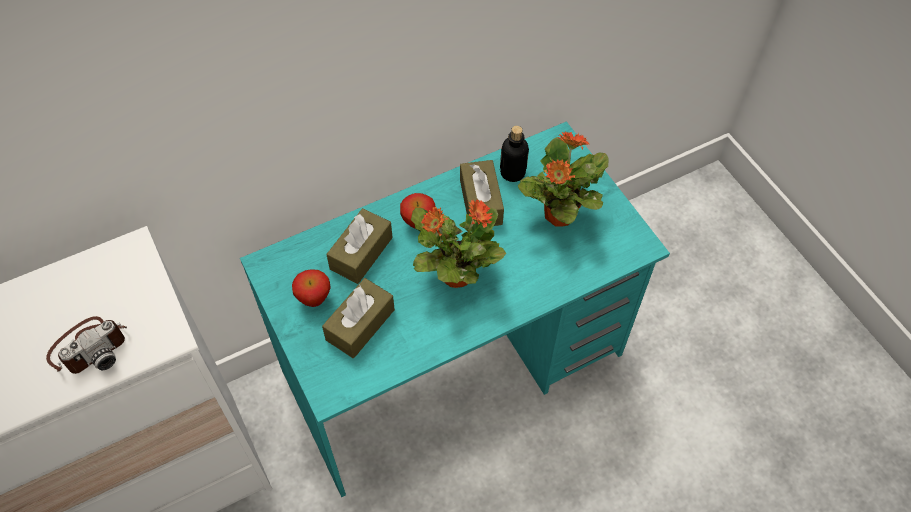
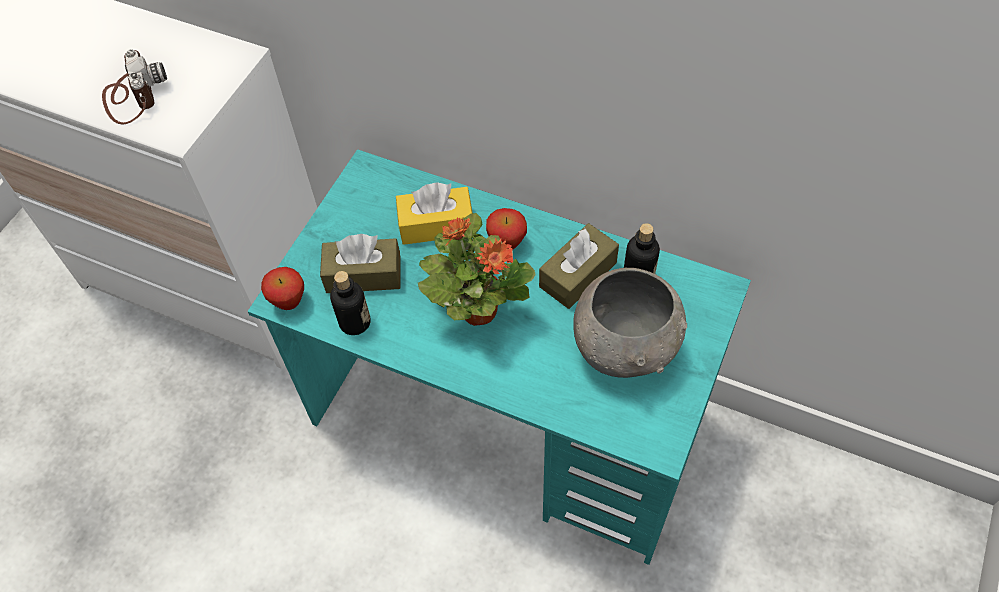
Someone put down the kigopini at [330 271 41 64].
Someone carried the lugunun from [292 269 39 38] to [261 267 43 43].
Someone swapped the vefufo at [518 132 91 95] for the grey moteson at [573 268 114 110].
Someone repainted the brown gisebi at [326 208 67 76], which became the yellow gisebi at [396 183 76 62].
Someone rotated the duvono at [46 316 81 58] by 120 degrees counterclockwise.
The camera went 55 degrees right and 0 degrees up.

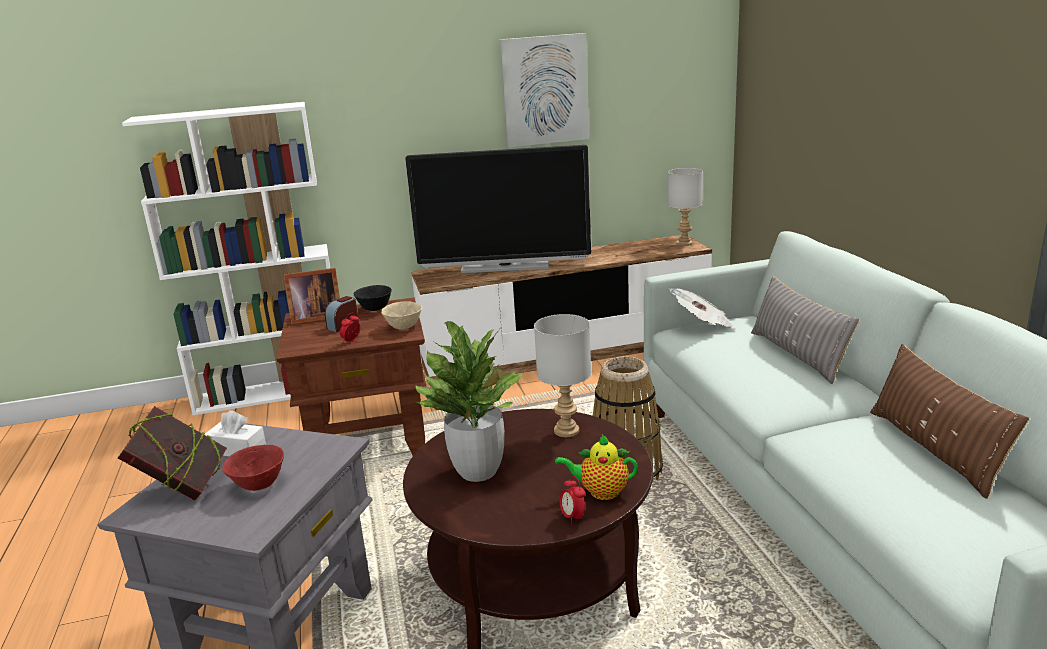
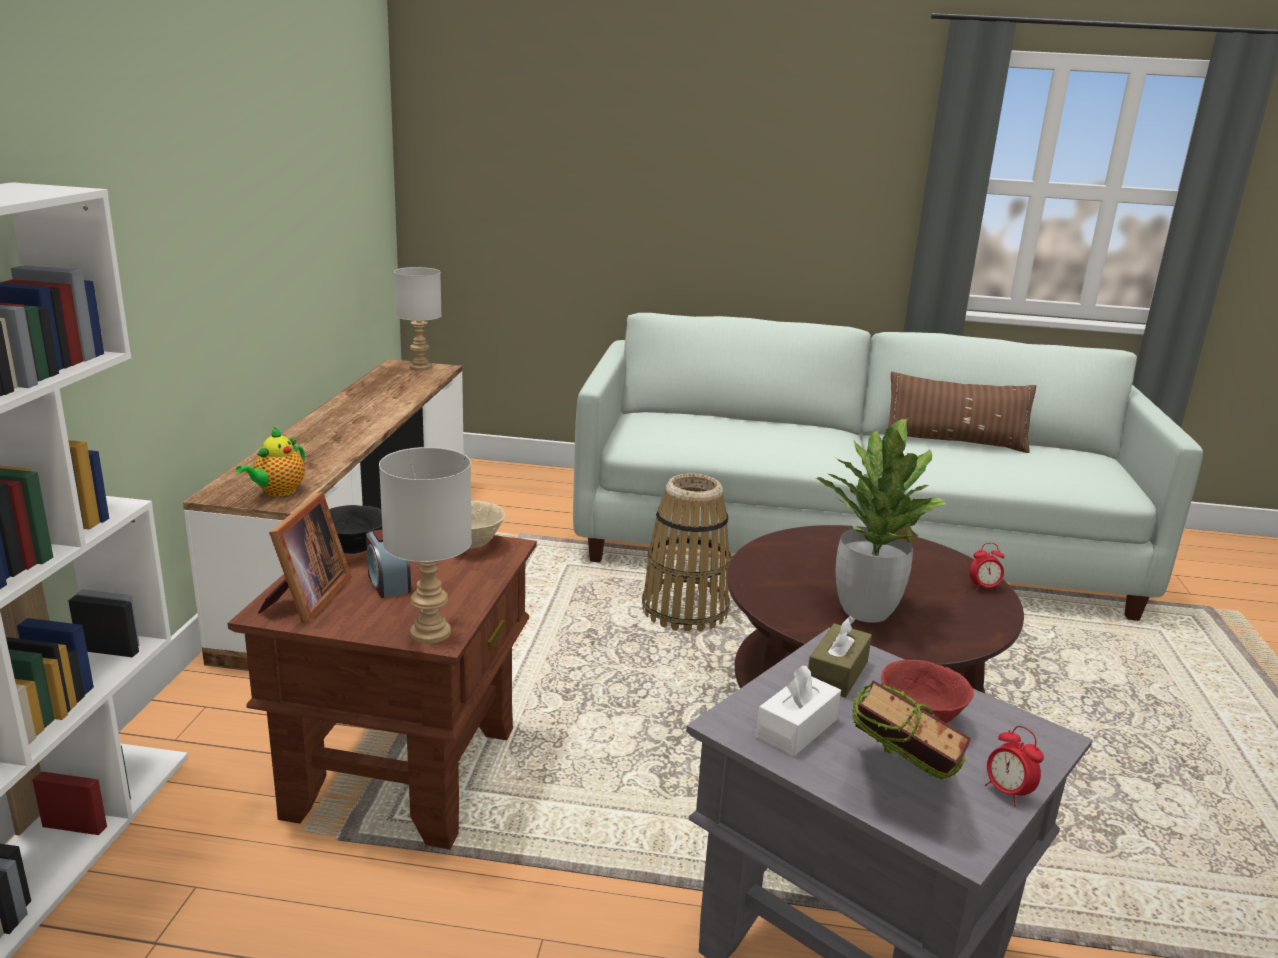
Someone took away the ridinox at [405 145 186 129].
Someone took away the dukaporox at [499 33 90 114].
Someone took away the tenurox at [669 288 66 41].
Someone took away the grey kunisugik at [751 276 108 108].
Someone put down the brown gisebi at [808 616 64 82].
Someone carried the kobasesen from [340 313 20 31] to [985 726 59 80].
Someone carried the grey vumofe from [534 314 57 123] to [379 447 93 197].
Someone carried the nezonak from [555 435 83 65] to [236 427 69 70].
The camera went 70 degrees left and 0 degrees up.

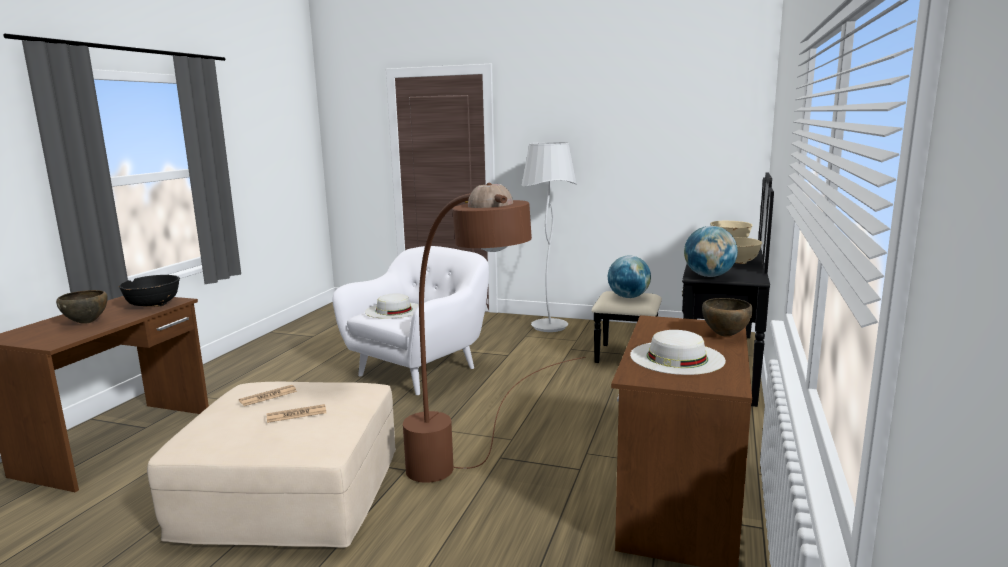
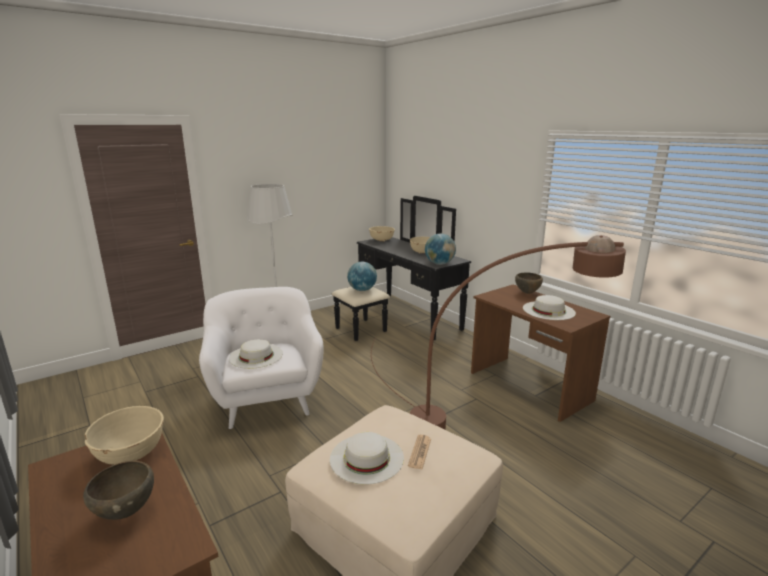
Someone swapped the tenurox at [239 385 58 21] for the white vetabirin at [330 432 74 53].
Someone repainted the black moteson at [119 275 61 32], which became the beige moteson at [85 406 79 59].
The camera went 55 degrees left and 5 degrees up.

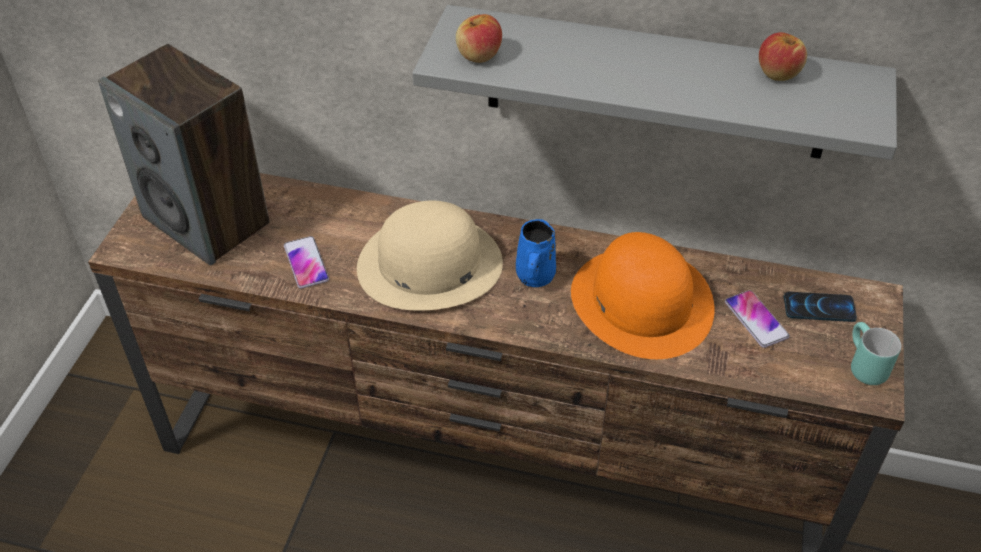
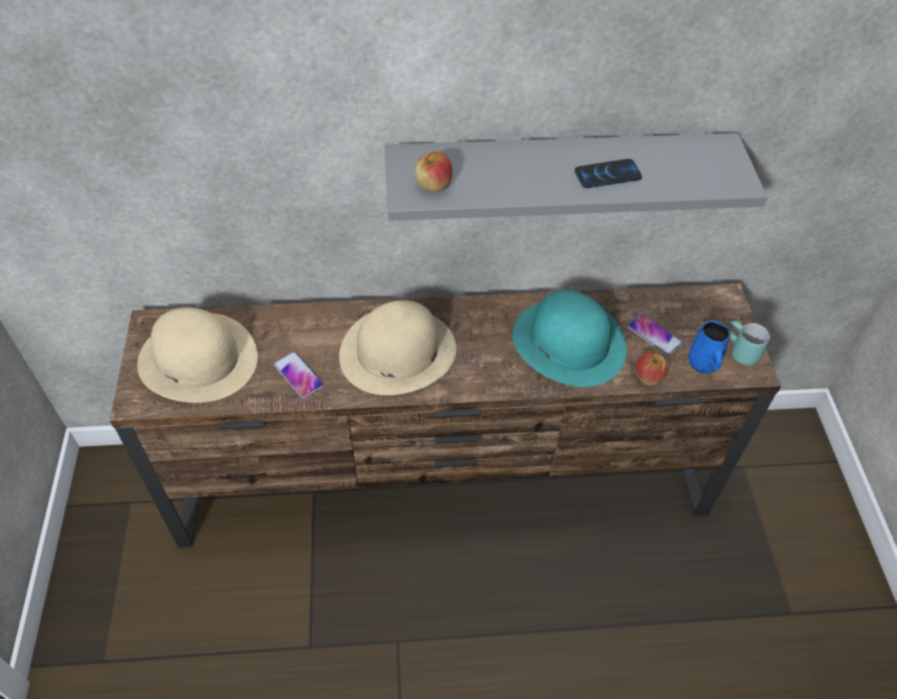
Someone carried the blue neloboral from [516 219 40 68] to [688 320 42 54].
Someone carried the lugunun from [759 32 48 49] to [635 352 34 33].
Someone carried the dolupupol from [784 292 73 30] to [575 159 67 29].
Someone swapped the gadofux at [98 44 172 222] for the beige vetabirin at [137 307 121 96].
Someone repainted the orange vetabirin at [571 232 144 127], which became the turquoise vetabirin at [513 290 114 97].
The camera went 20 degrees left and 5 degrees up.

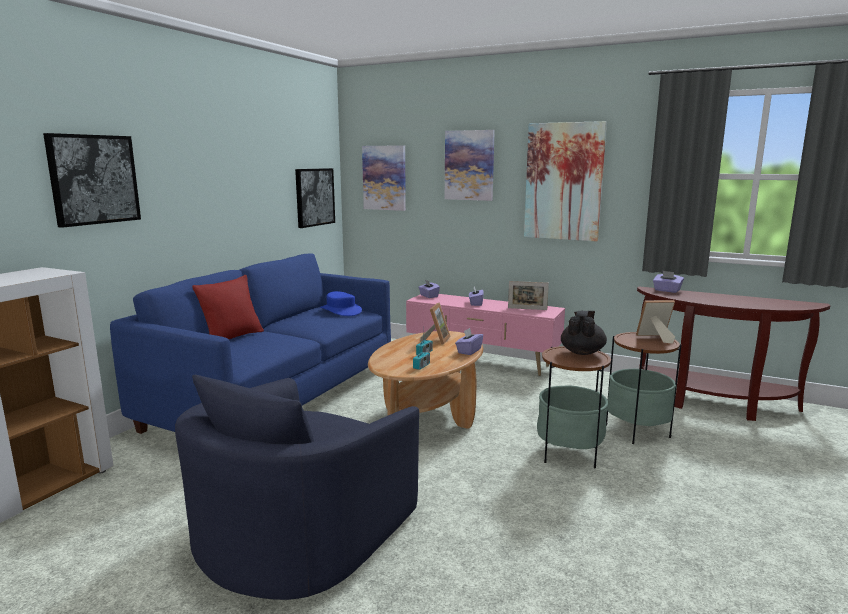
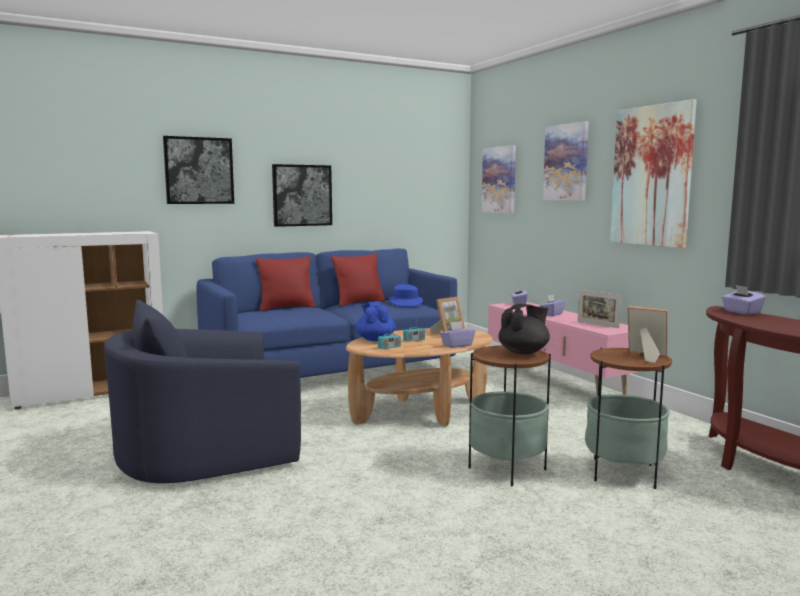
Someone put down the red kunisugik at [331 253 55 53].
Someone put down the blue nezonak at [356 301 40 40].
Someone carried the dukaporox from [295 168 40 60] to [272 164 60 63].
The camera went 35 degrees right and 5 degrees down.

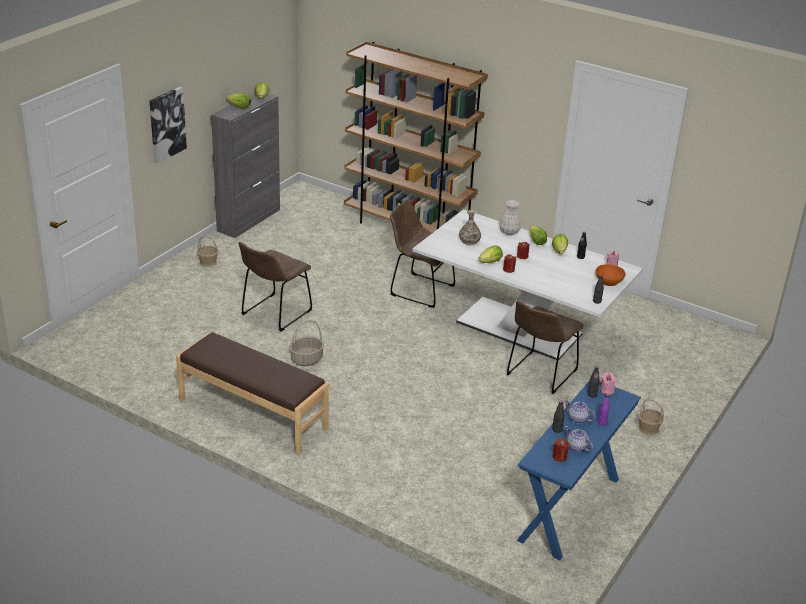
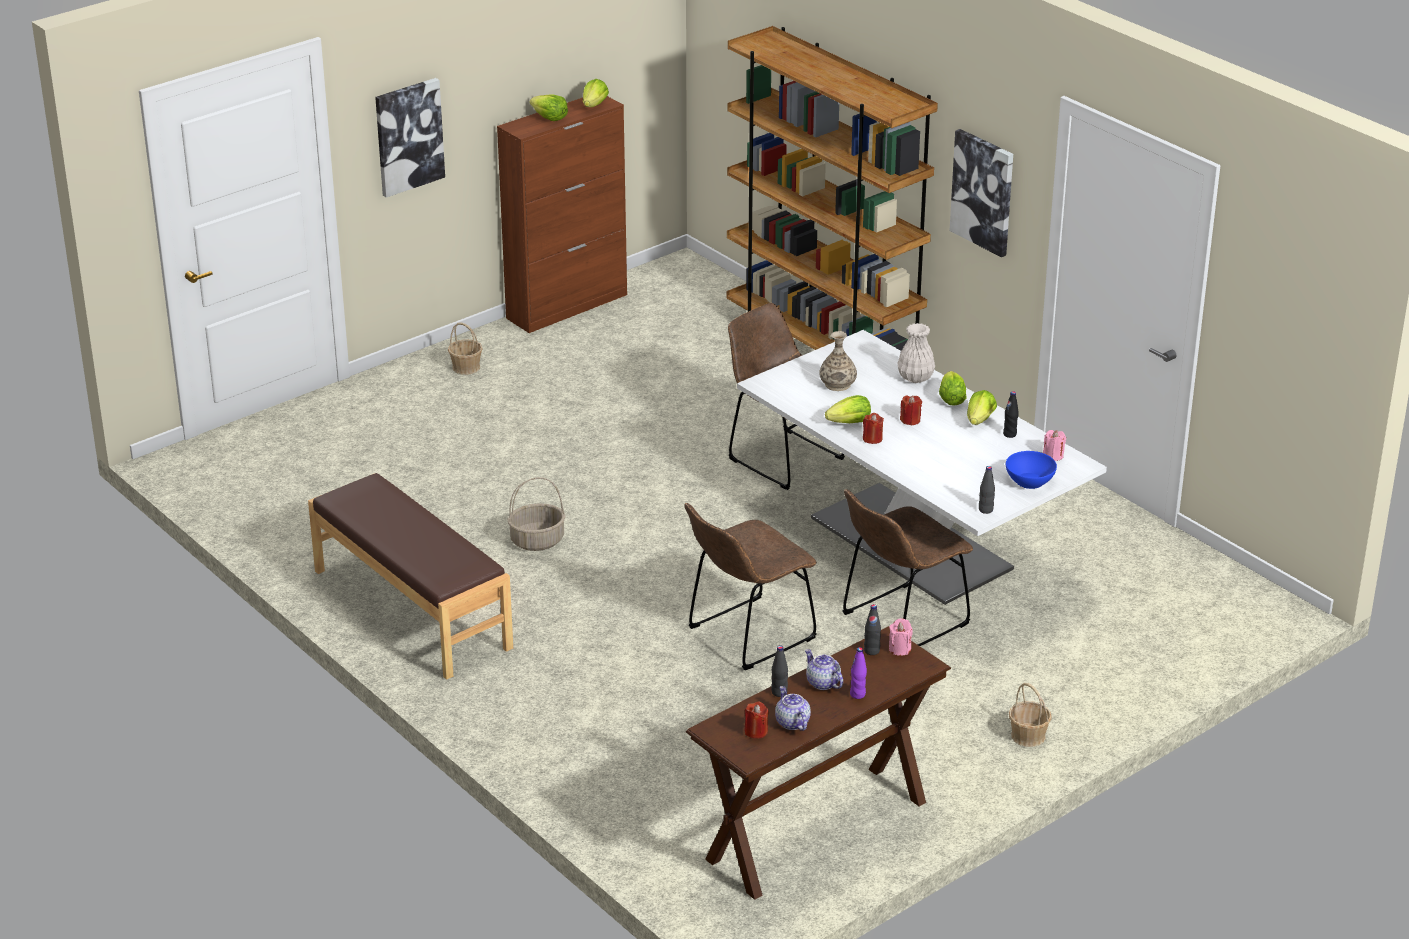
Someone put up the dukaporox at [950 129 63 128].
Someone carried the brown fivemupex from [238 242 74 89] to [684 503 133 167].
Someone repainted the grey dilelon at [211 93 69 145], which became the brown dilelon at [497 96 130 237].
Someone repainted the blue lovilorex at [517 380 124 180], which became the brown lovilorex at [686 626 265 274].
Someone repainted the orange moteson at [596 264 30 22], which became the blue moteson at [1006 451 51 38].
The camera went 20 degrees right and 0 degrees up.

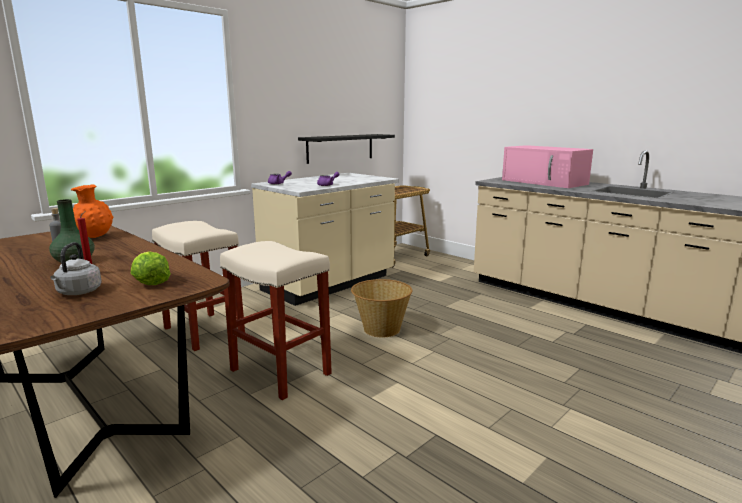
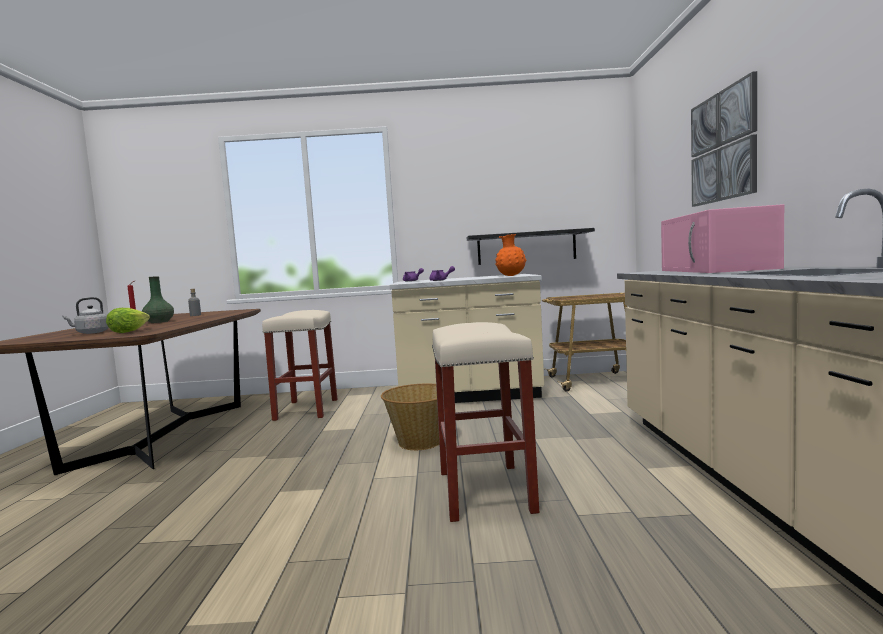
Someone put up the dukaporox at [691 71 66 136].
Someone carried the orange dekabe from [71 185 42 53] to [495 234 31 42].
Someone carried the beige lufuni from [220 241 112 159] to [432 322 107 200].
The camera went 45 degrees right and 10 degrees down.

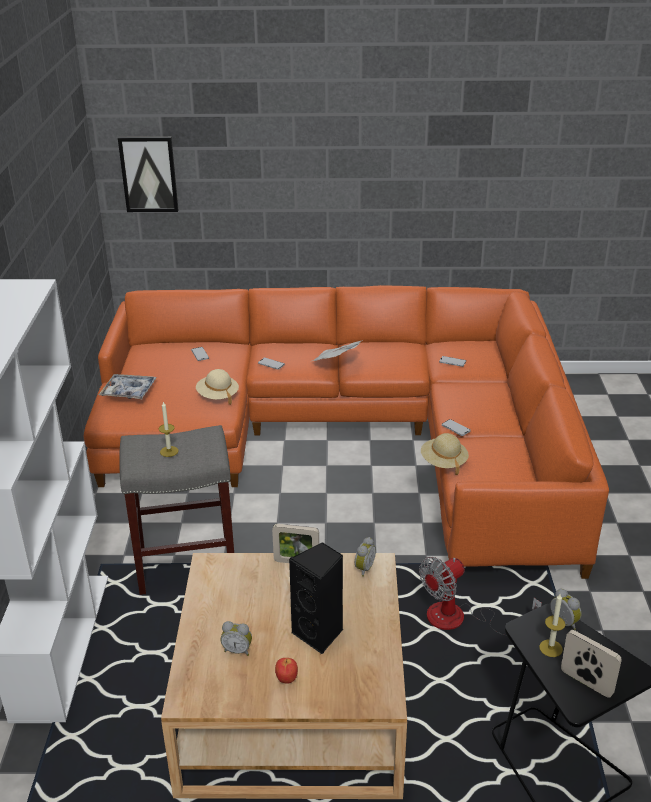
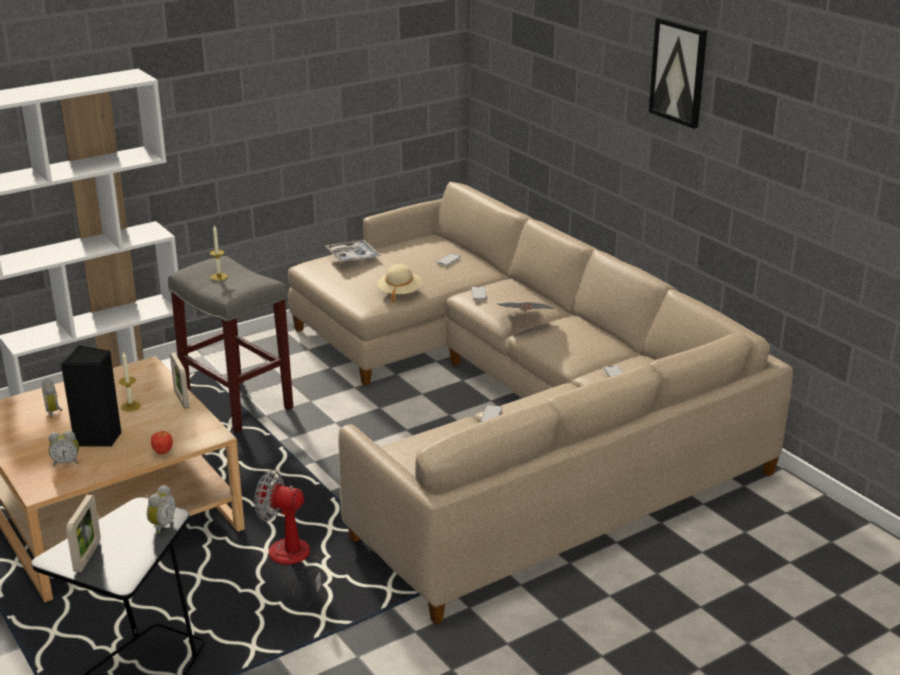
Someone took away the beige vetabirin at [421 433 48 42].
Someone carried the dukaporox from [118 136 60 76] to [649 17 58 112].
Someone carried the lugunun from [275 658 23 26] to [151 431 22 23].
Someone carried the kobasesen from [355 537 21 40] to [49 431 30 35].
Someone carried the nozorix from [539 594 26 63] to [119 351 22 61].
Someone repainted the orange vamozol at [84 285 525 294], which became the beige vamozol at [288 182 505 443].
The camera went 55 degrees right and 5 degrees down.

